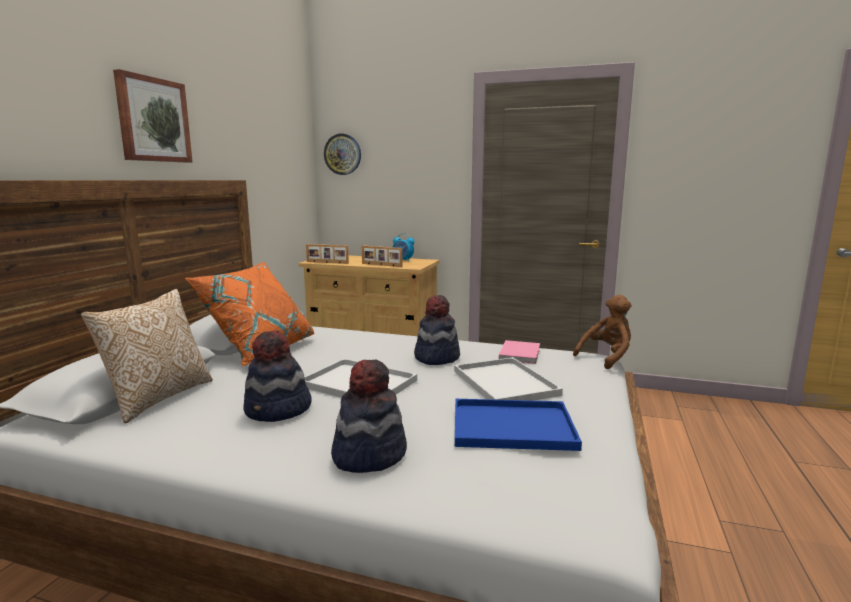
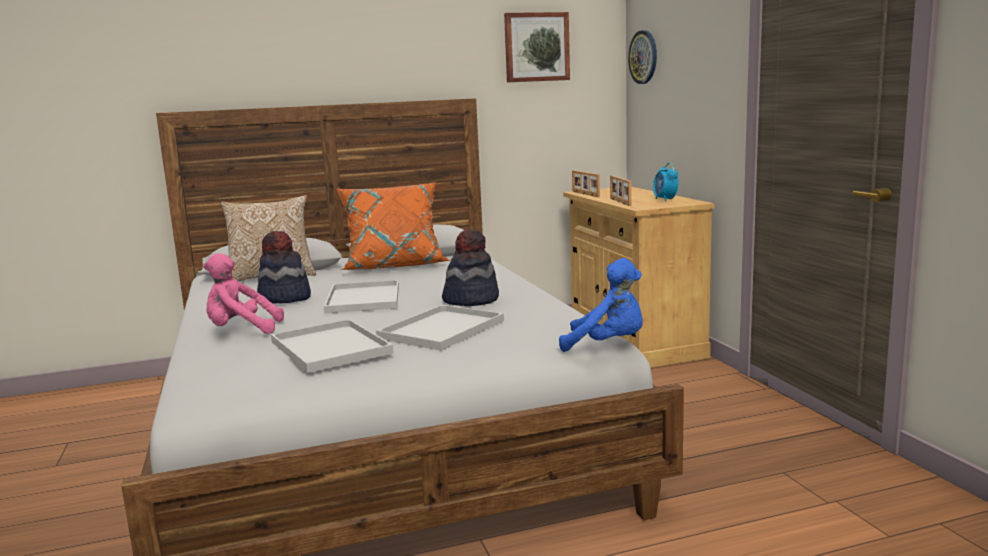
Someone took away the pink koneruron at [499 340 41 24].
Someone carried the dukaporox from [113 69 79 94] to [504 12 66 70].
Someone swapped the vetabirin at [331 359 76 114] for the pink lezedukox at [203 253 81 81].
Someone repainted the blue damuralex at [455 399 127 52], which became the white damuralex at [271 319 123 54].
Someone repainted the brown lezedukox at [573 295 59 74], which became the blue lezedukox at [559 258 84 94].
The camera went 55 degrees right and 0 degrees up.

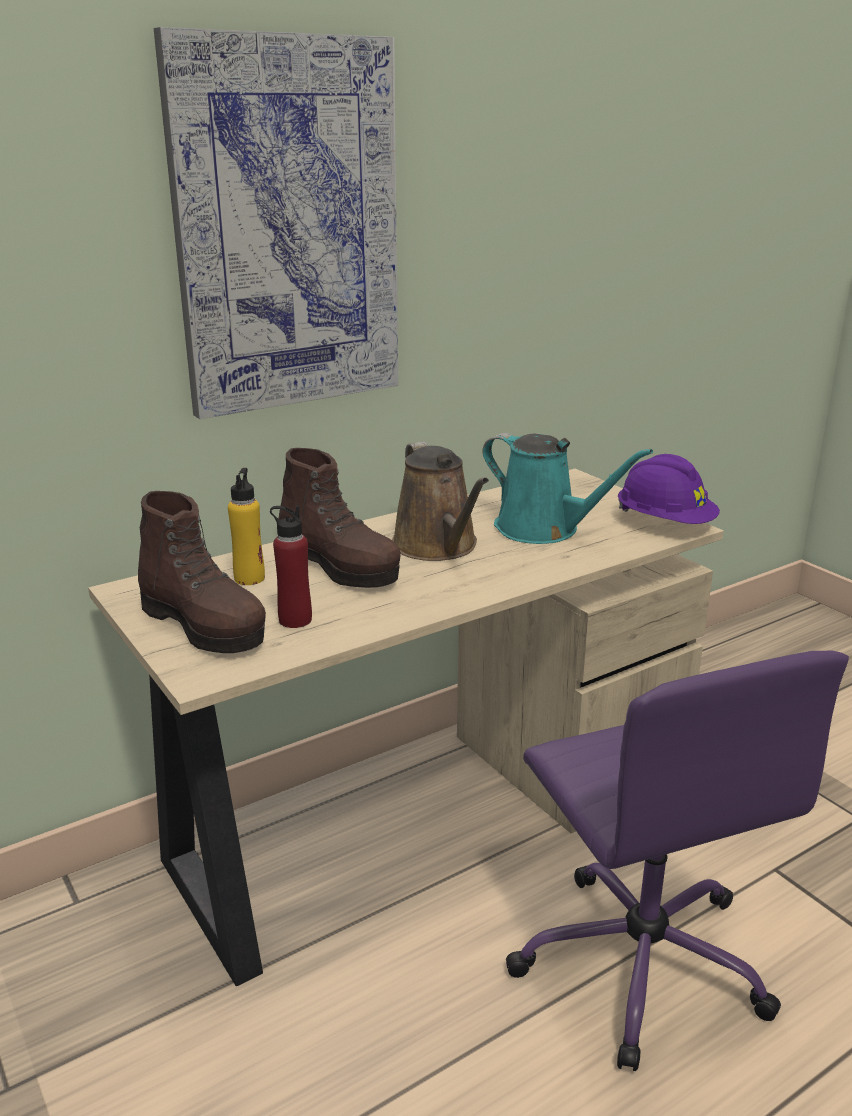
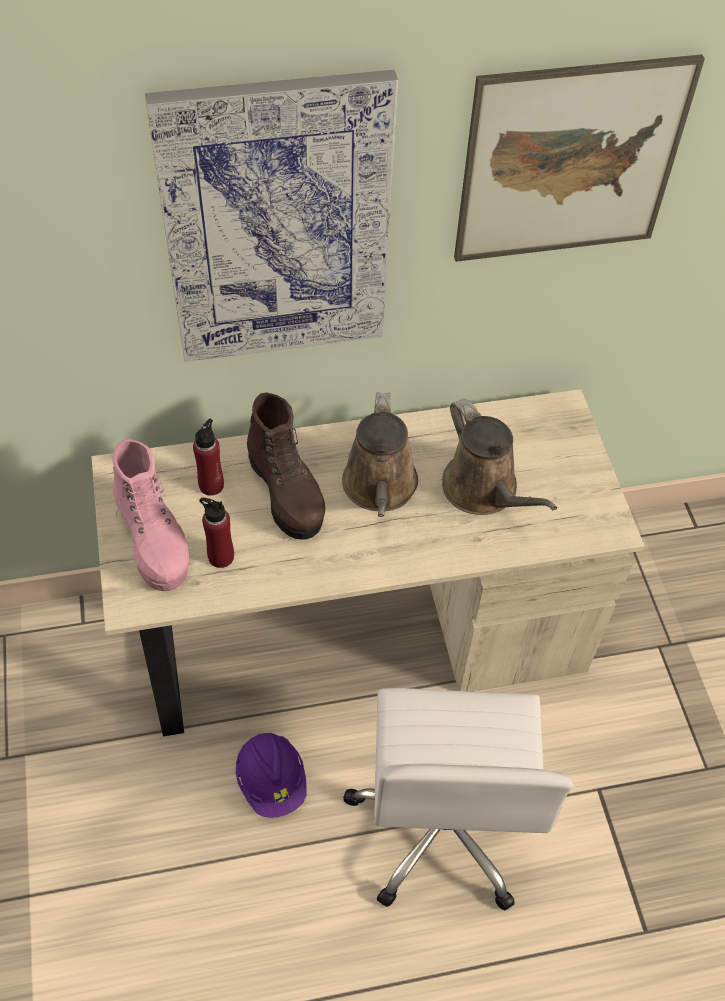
Someone put up the dukaporox at [454 54 251 208].
Someone carried the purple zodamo from [618 454 102 70] to [236 733 71 85].
Someone repainted the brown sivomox at [138 491 128 162], which became the pink sivomox at [112 439 78 152].
Someone repainted the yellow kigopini at [228 468 37 117], which became the red kigopini at [193 419 31 77].
Someone repainted the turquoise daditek at [482 433 171 111], which became the brown daditek at [442 398 115 117].
Someone repainted the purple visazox at [506 650 343 421], which became the white visazox at [343 688 231 223].
The camera went 20 degrees right and 30 degrees up.

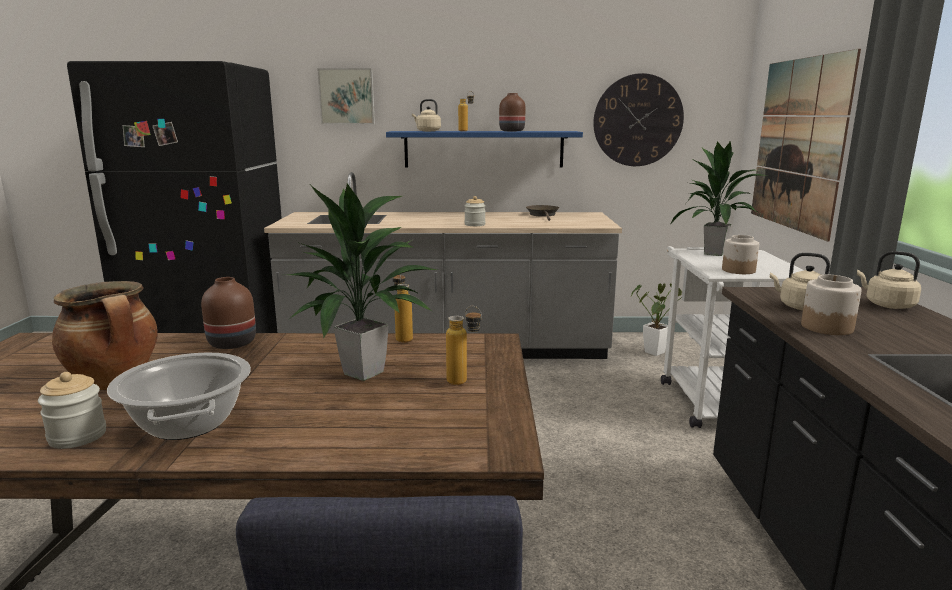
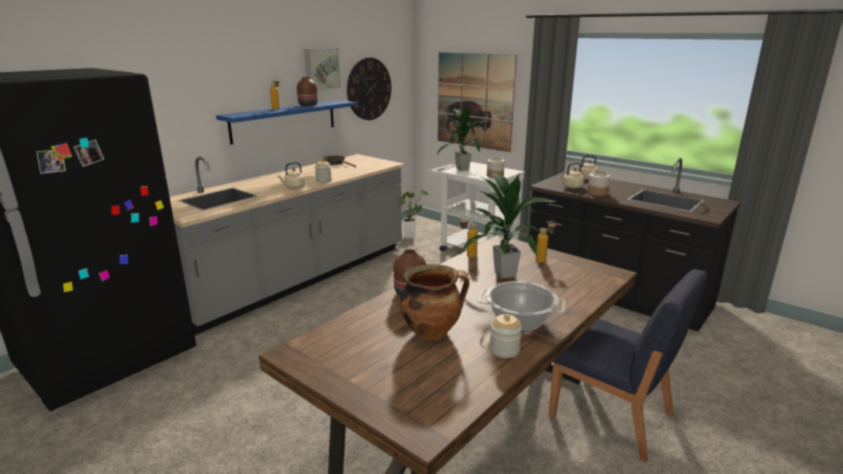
Someone carried the dukaporox from [317 68 58 56] to [304 48 37 42].
Someone carried the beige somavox from [412 99 29 32] to [277 162 28 27].
The camera went 50 degrees left and 5 degrees up.

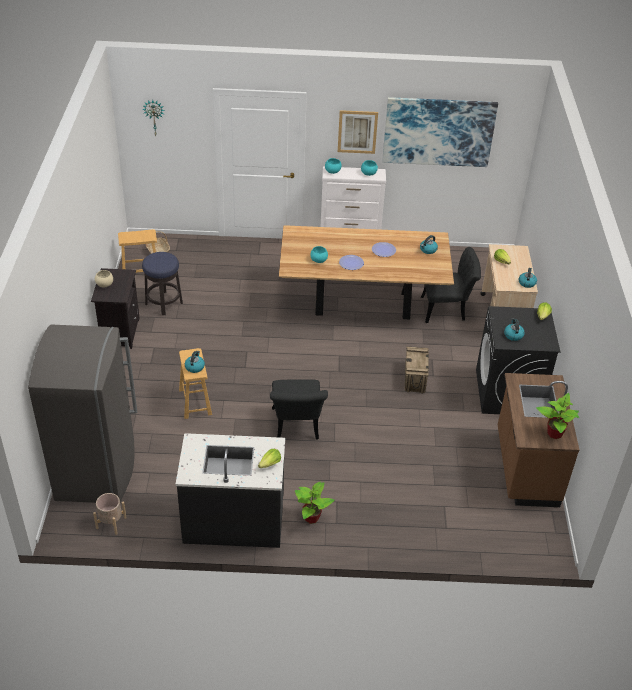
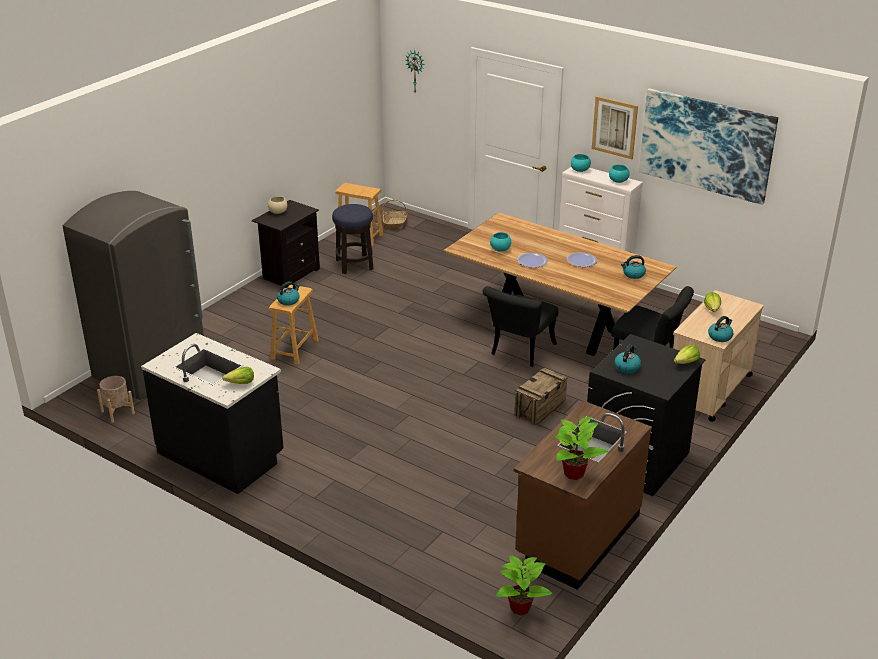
Someone carried the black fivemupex from [270 379 58 61] to [482 286 76 81].
Someone carried the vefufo from [295 481 40 43] to [496 555 57 61].
The camera went 35 degrees right and 10 degrees down.

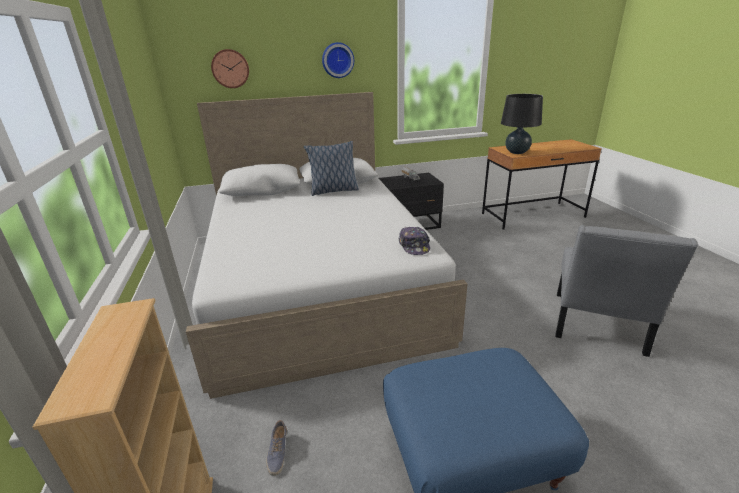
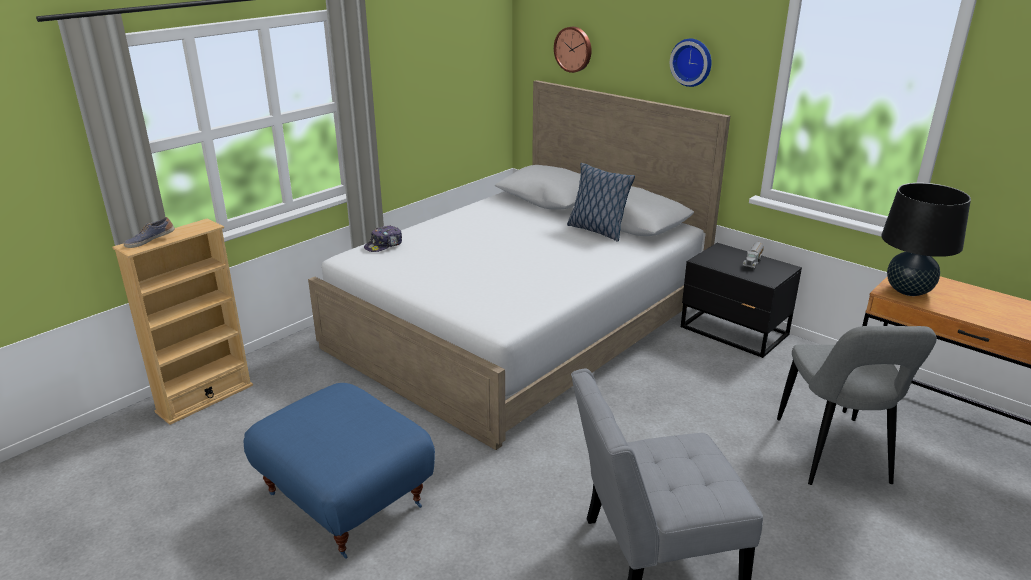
Someone put down the grey fivemupex at [777 326 160 159].
Someone carried the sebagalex from [266 420 21 56] to [123 217 52 31].
Someone carried the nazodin from [399 227 31 28] to [364 225 38 27].
The camera went 55 degrees right and 0 degrees up.

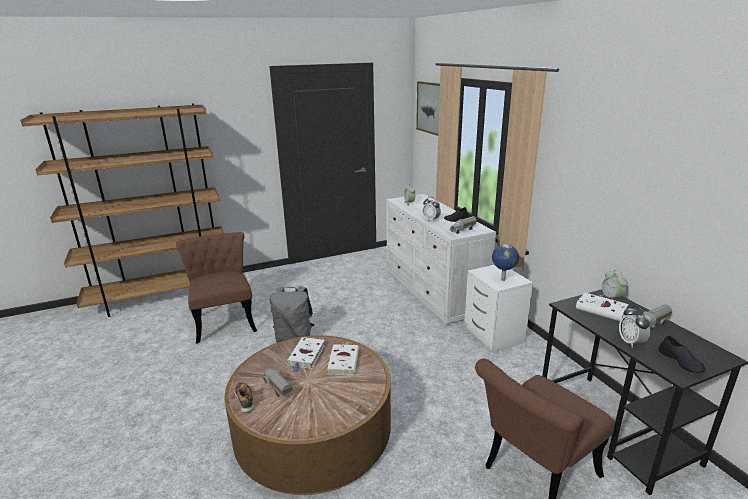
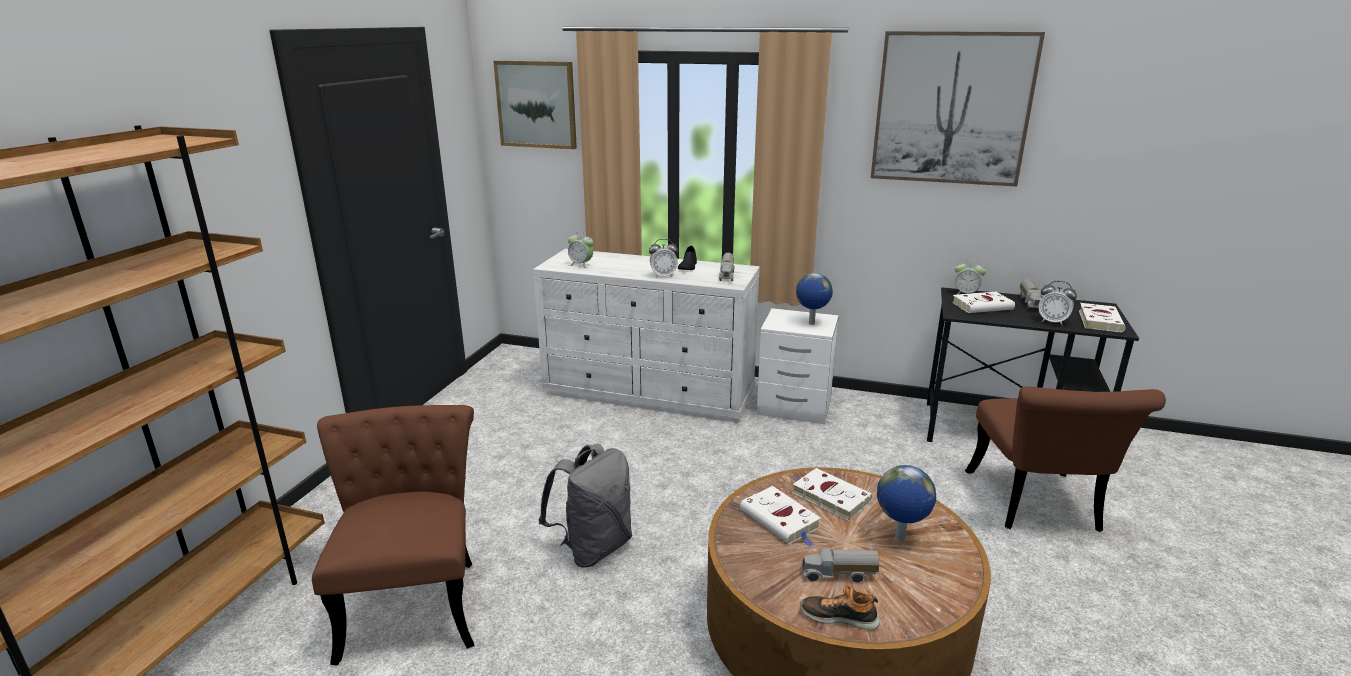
Someone put up the dukaporox at [871 31 174 156].
Someone put down the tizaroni at [877 465 59 77].
Someone swapped the black sebagalex at [659 335 47 38] for the white koneruron at [1079 303 46 29].
Someone rotated the brown fivemupex at [176 232 81 112] by 60 degrees clockwise.
The camera went 50 degrees left and 0 degrees up.

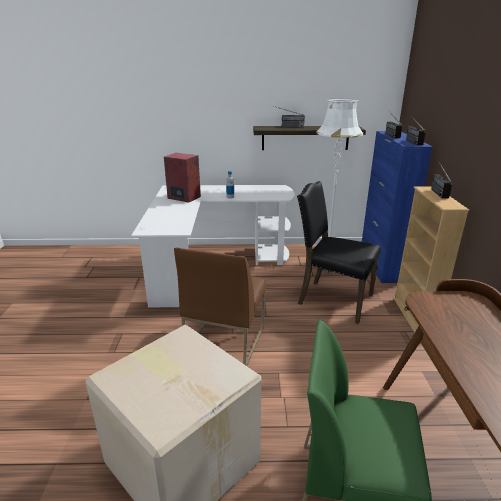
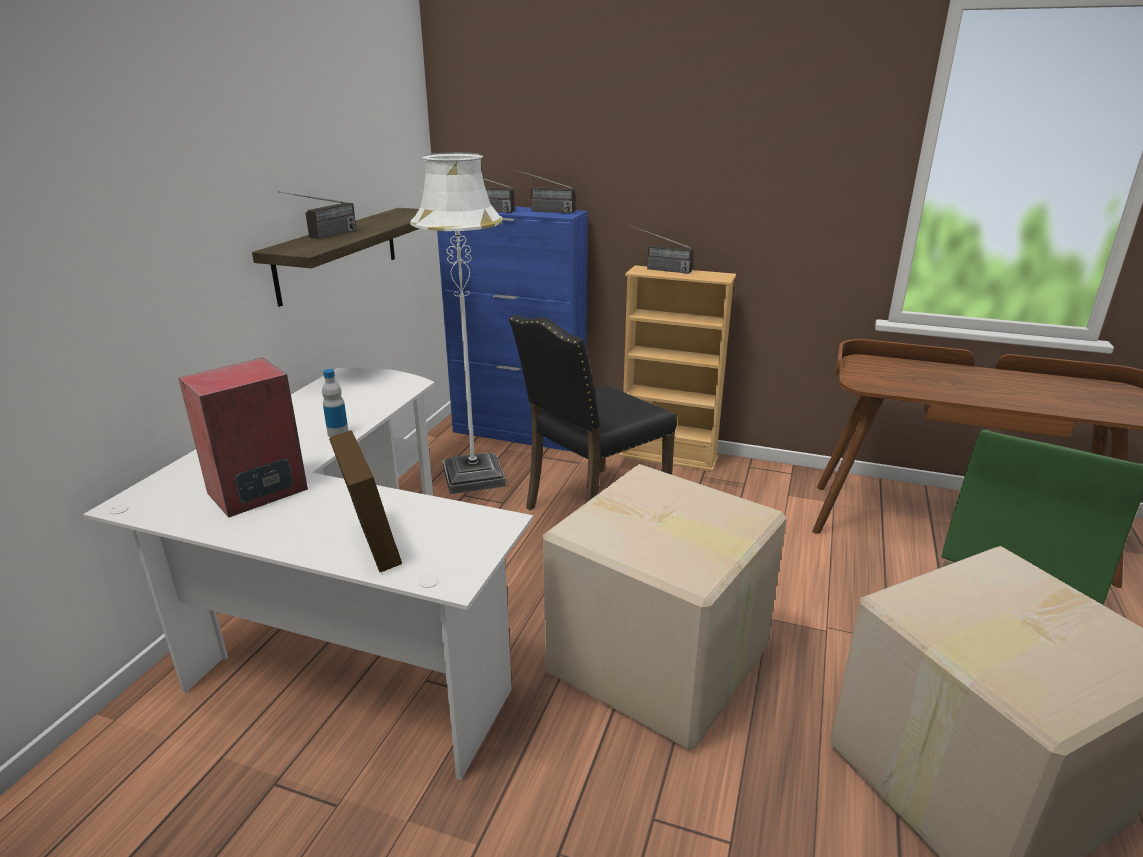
Someone put down the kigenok at [329 430 73 142].
Someone swapped the brown fivemupex at [174 247 92 119] for the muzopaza at [543 464 244 285].
The camera went 70 degrees left and 0 degrees up.

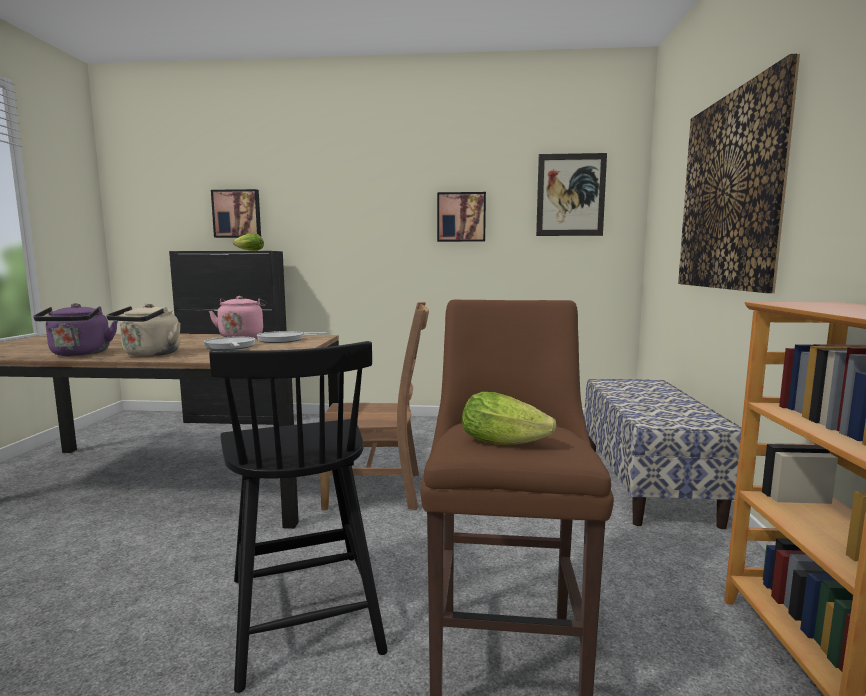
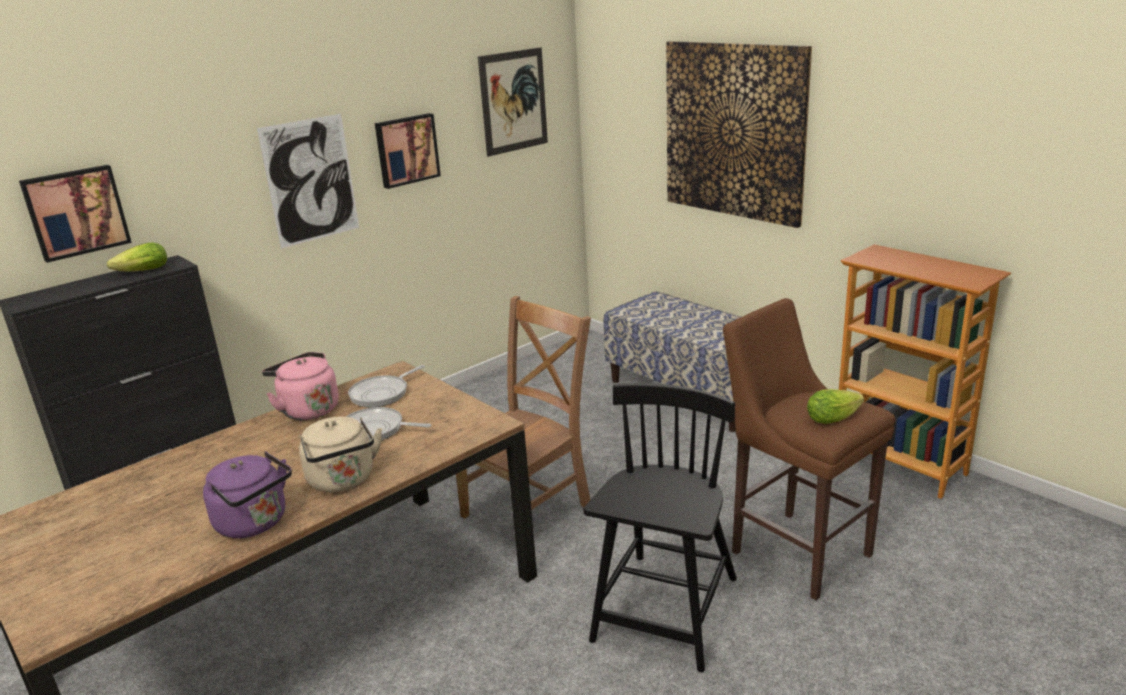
Someone put up the dukaporox at [257 114 102 134].
Someone rotated the black fivemupex at [209 341 179 352] by 90 degrees counterclockwise.
The camera went 45 degrees left and 15 degrees up.

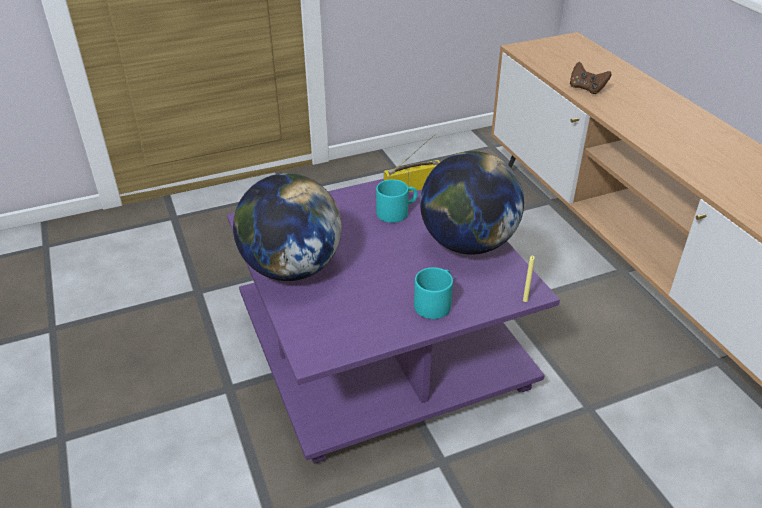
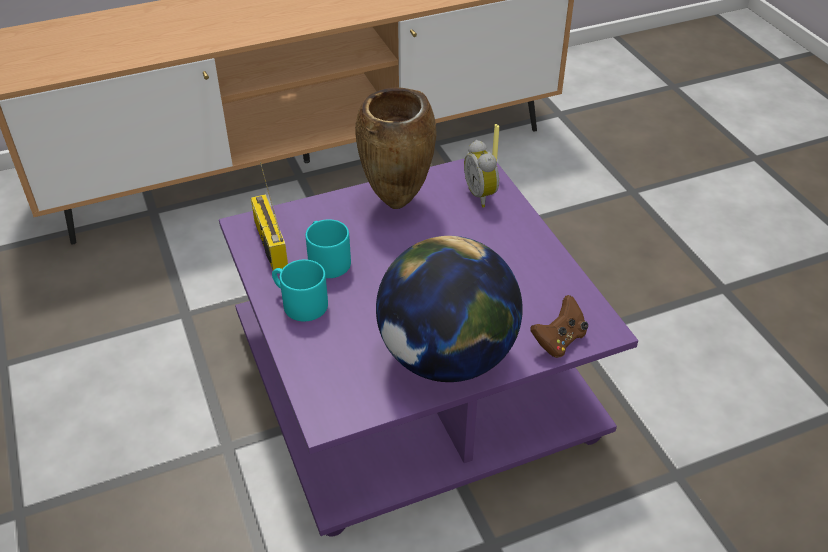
Someone put down the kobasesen at [464 140 35 67].
Someone carried the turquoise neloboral from [414 267 39 52] to [272 260 56 61].
Someone carried the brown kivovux from [570 62 42 32] to [530 295 58 63].
Someone swapped the tizaroni at [420 151 104 104] for the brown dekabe at [355 87 81 122].
The camera went 90 degrees left and 5 degrees up.

